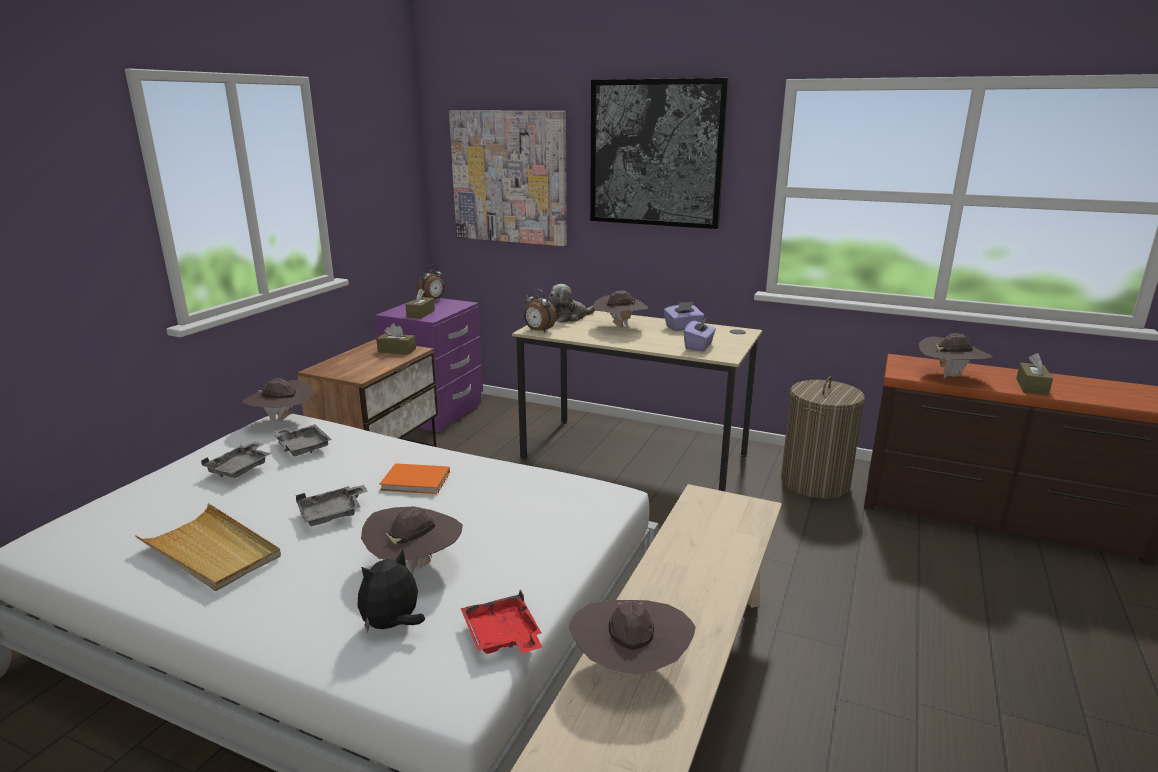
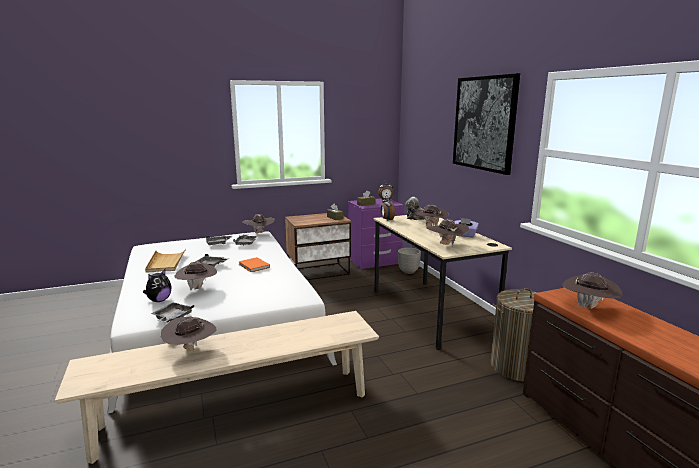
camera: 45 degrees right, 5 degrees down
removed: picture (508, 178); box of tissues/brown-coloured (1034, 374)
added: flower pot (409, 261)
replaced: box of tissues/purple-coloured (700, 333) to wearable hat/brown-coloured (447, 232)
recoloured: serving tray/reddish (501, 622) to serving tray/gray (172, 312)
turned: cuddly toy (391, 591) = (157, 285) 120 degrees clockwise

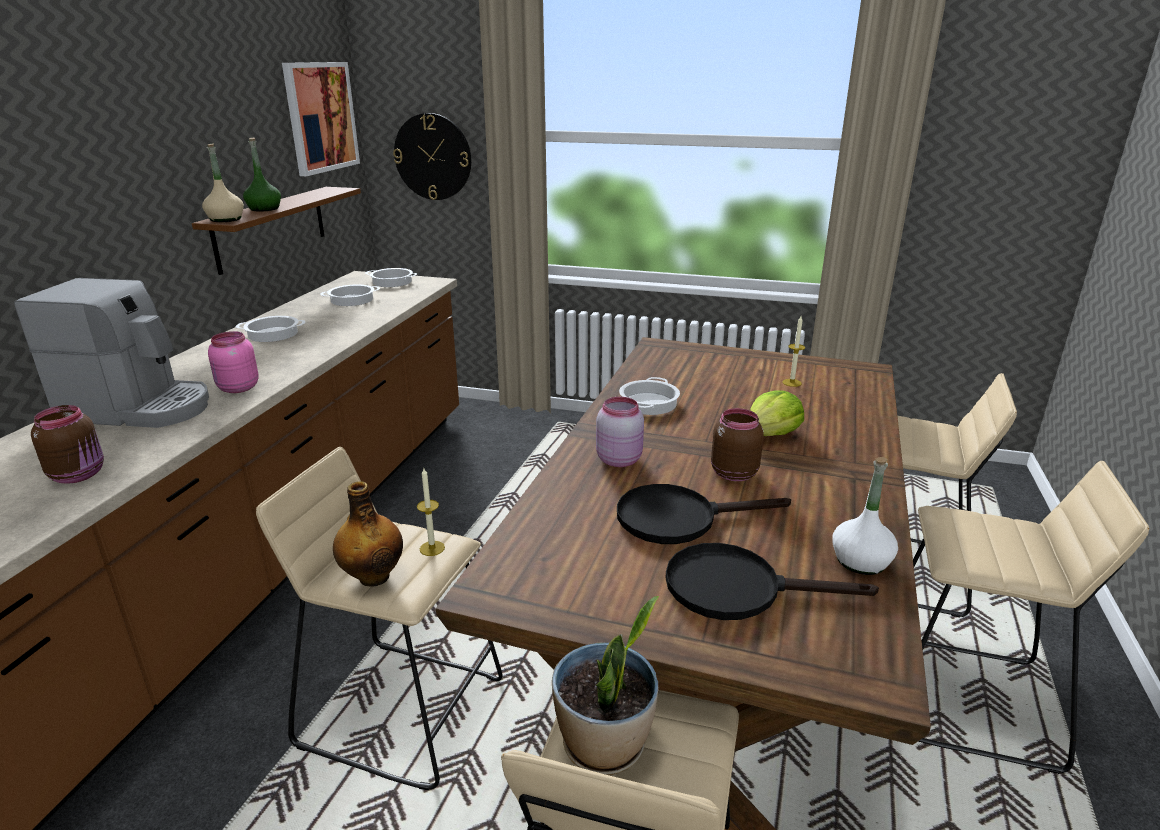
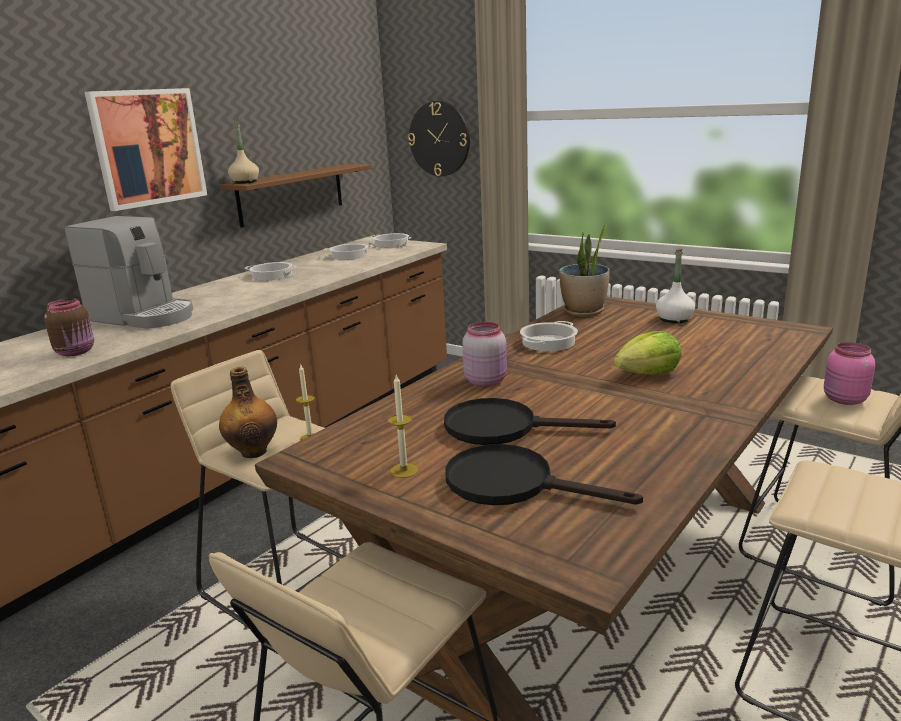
camera: 20 degrees right, 5 degrees down
removed: drink bottle/greenish (262, 175); jar/brown-coloured (737, 444)
moved: jar/pink-coloured (233, 362) to (849, 373); picture (321, 119) to (146, 149); houseplant (605, 685) to (584, 269); wax light (793, 351) to (403, 426); drink bottle/white (865, 516) to (675, 285)

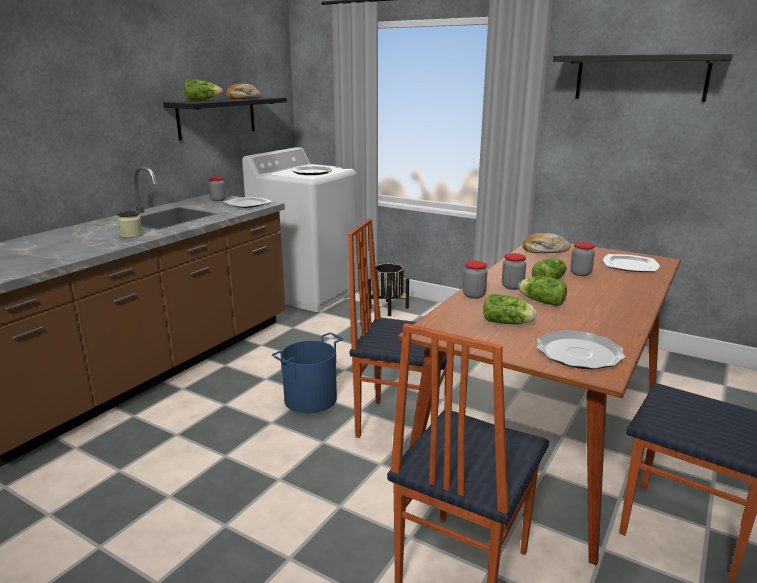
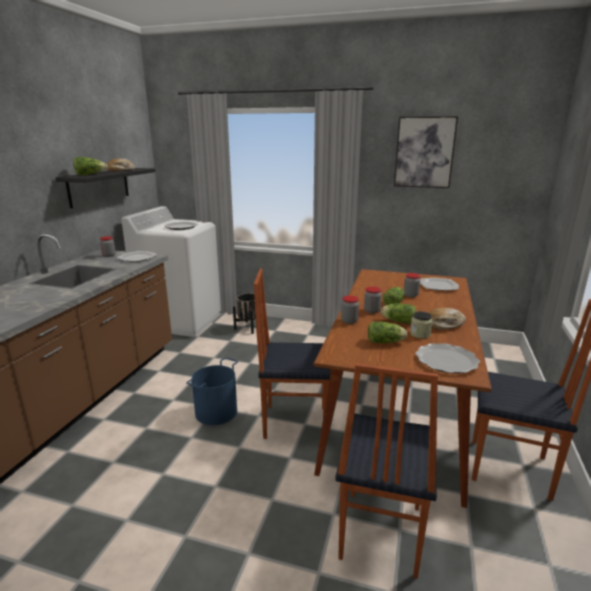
camera: 15 degrees left, 0 degrees up
moved: jar (130, 224) to (421, 325); bread (546, 243) to (447, 319)
replaced: wall shelf/black-coloured (643, 78) to picture (426, 152)

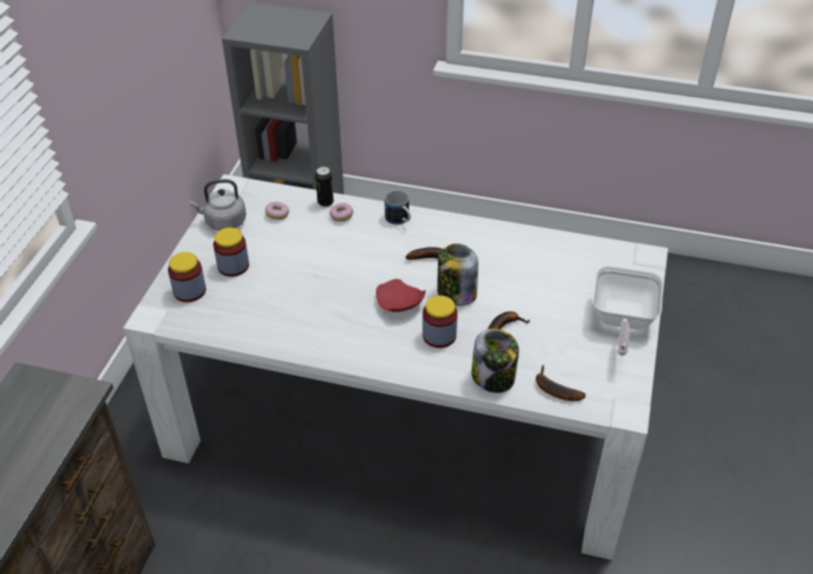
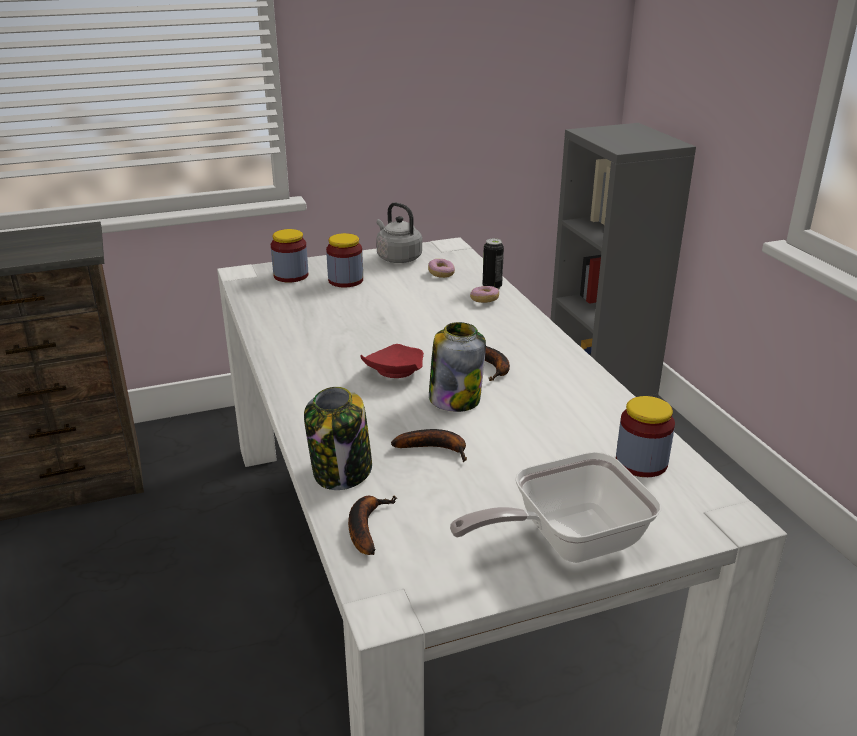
camera: 55 degrees right, 15 degrees down
removed: coffee mug (398, 207)
moved: jar (439, 321) to (645, 436)

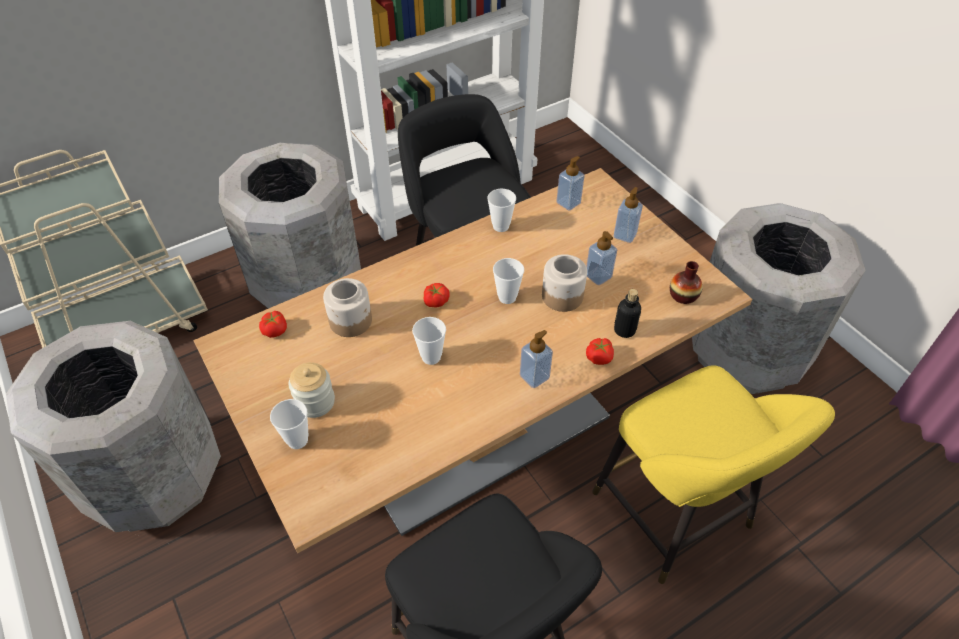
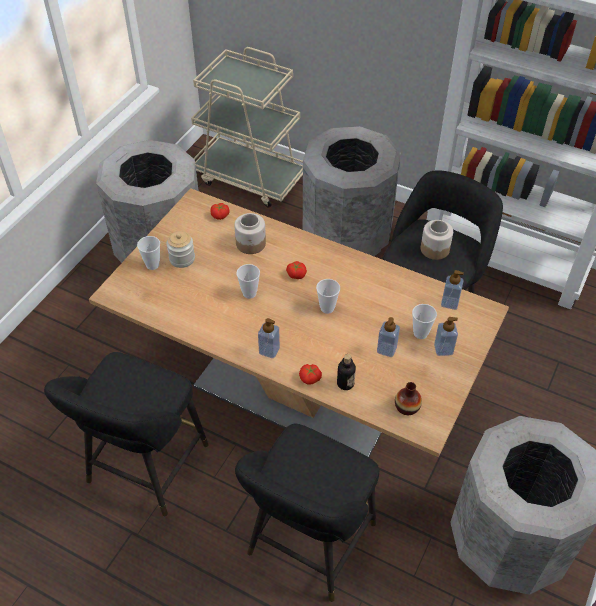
camera: 60 degrees right, 0 degrees up
moved: small cup (501, 210) to (424, 321); jar (564, 283) to (437, 240)
recoloured: sitting stool/yellow-coloured (713, 474) to sitting stool/black-coloured (307, 513)

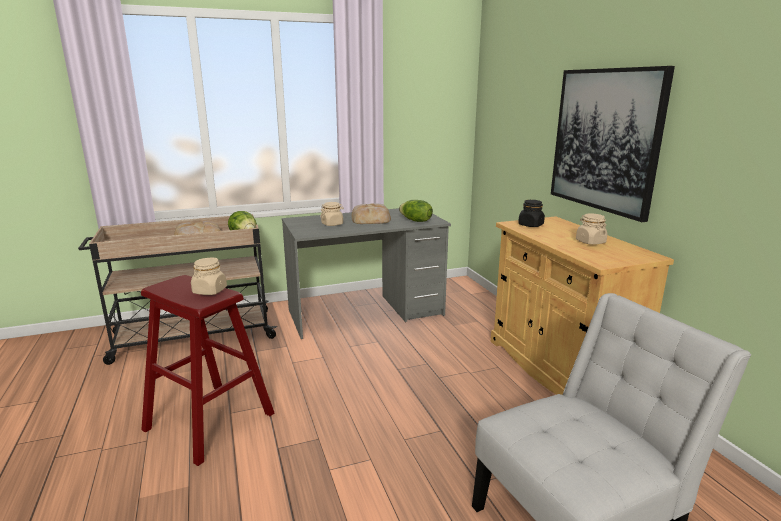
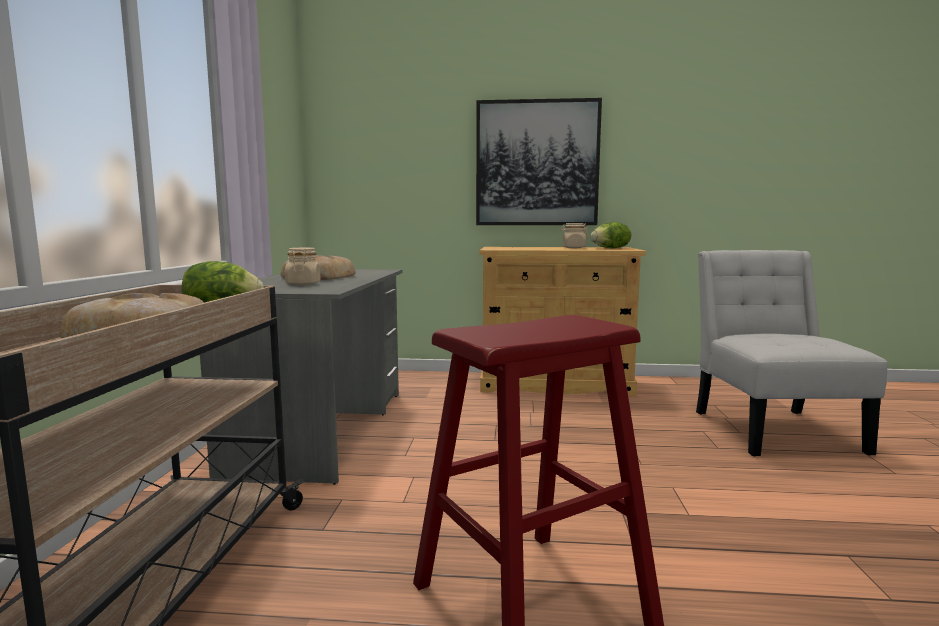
camera: 65 degrees left, 10 degrees down
removed: jar/sand-coloured (209, 276); jar/black-coloured (531, 213)
moved: head of lettuce (416, 211) to (610, 235)

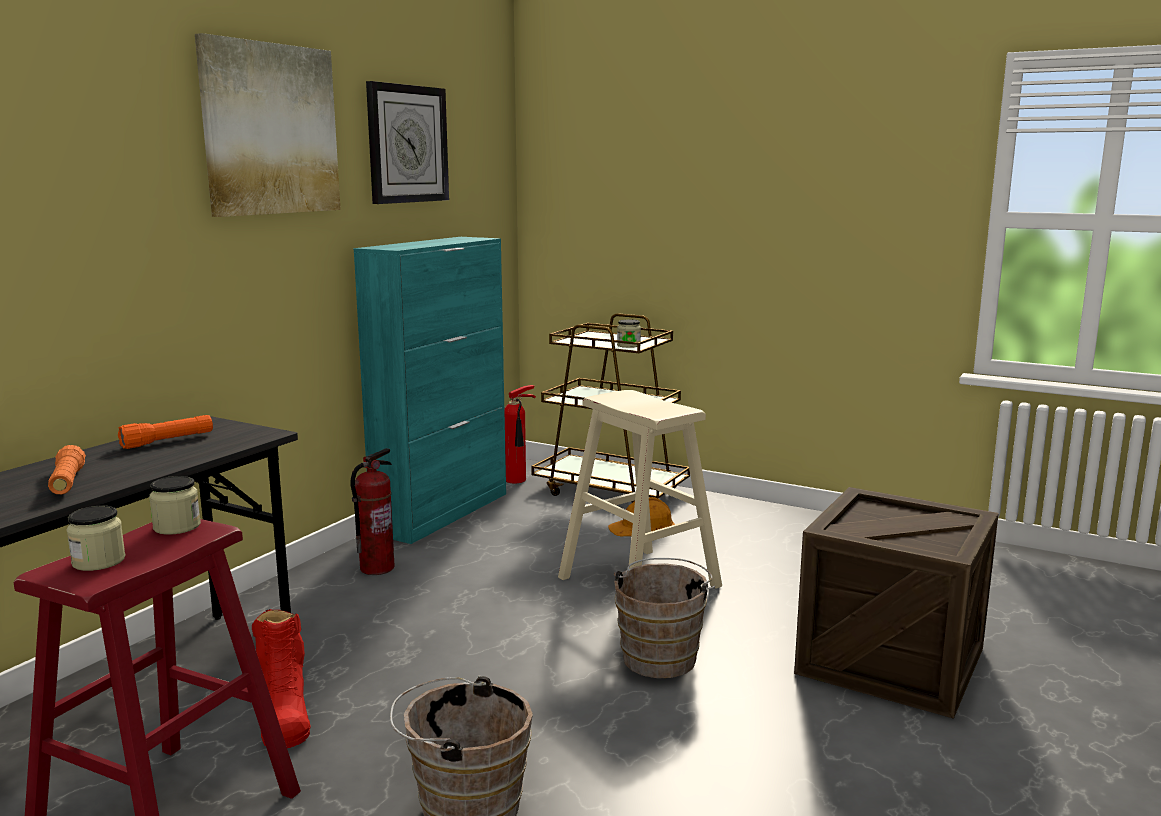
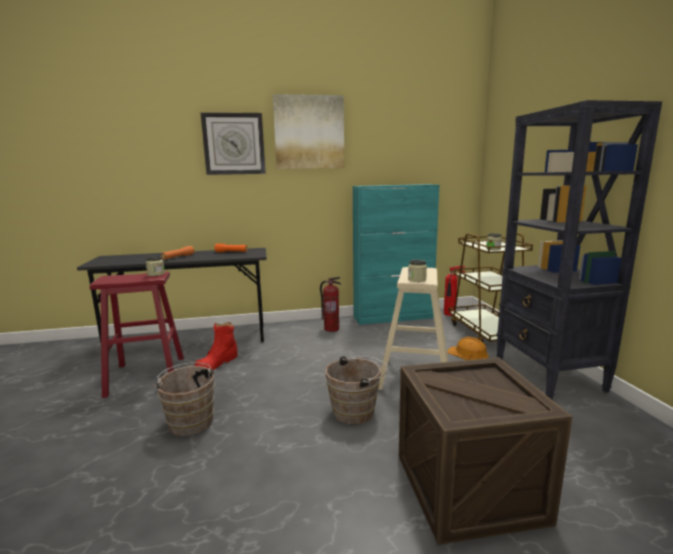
camera: 50 degrees right, 0 degrees up
added: bookshelf/black-coloured (579, 250)
moved: jar (96, 538) to (417, 271); clock on the wall (407, 142) to (233, 143)

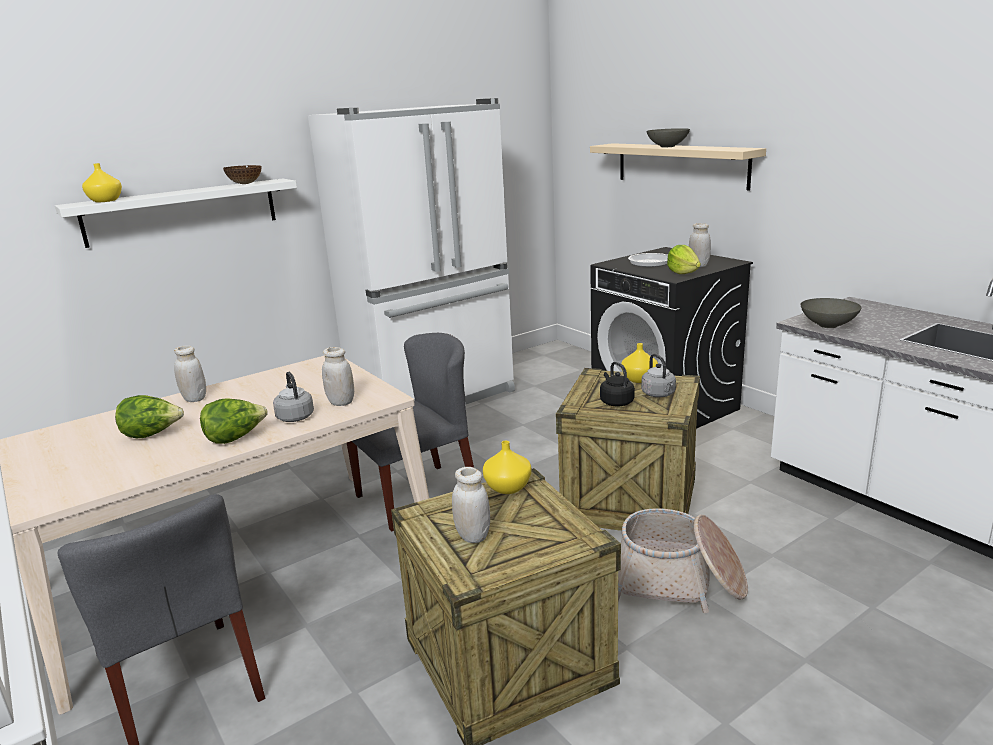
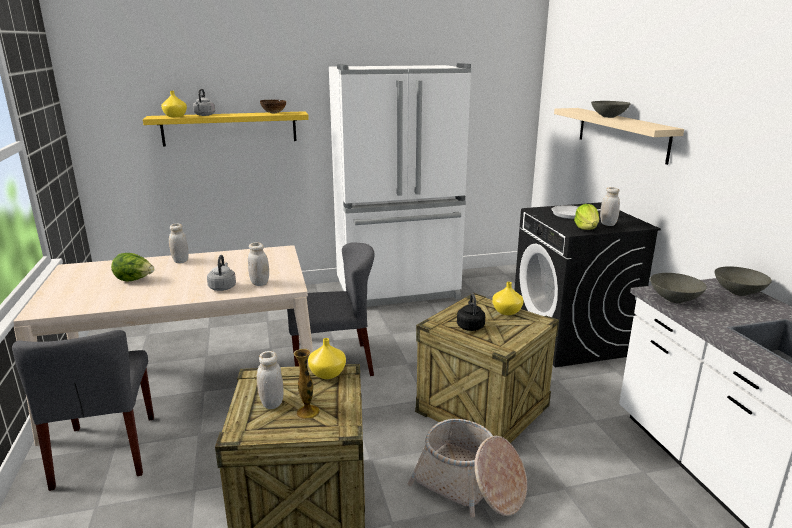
camera: 20 degrees right, 0 degrees up
removed: head of lettuce (234, 421)
added: flower vase (306, 384); serving bowl/gray (743, 281)
moved: tea kettle/gray (658, 375) to (204, 102)
recoloured: wall shelf/white (176, 213) to wall shelf/yellow-coloured (226, 128)

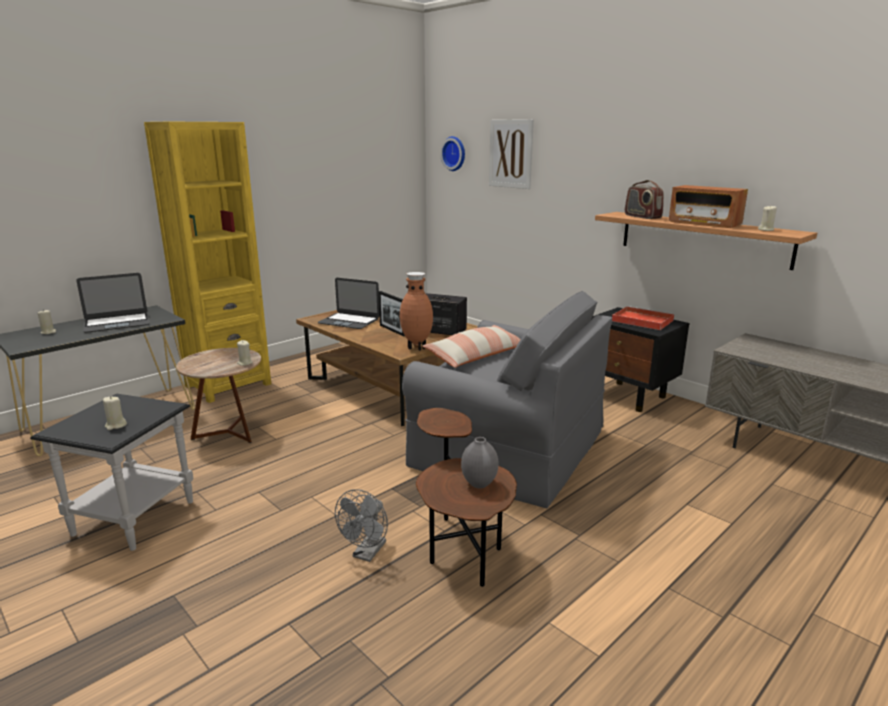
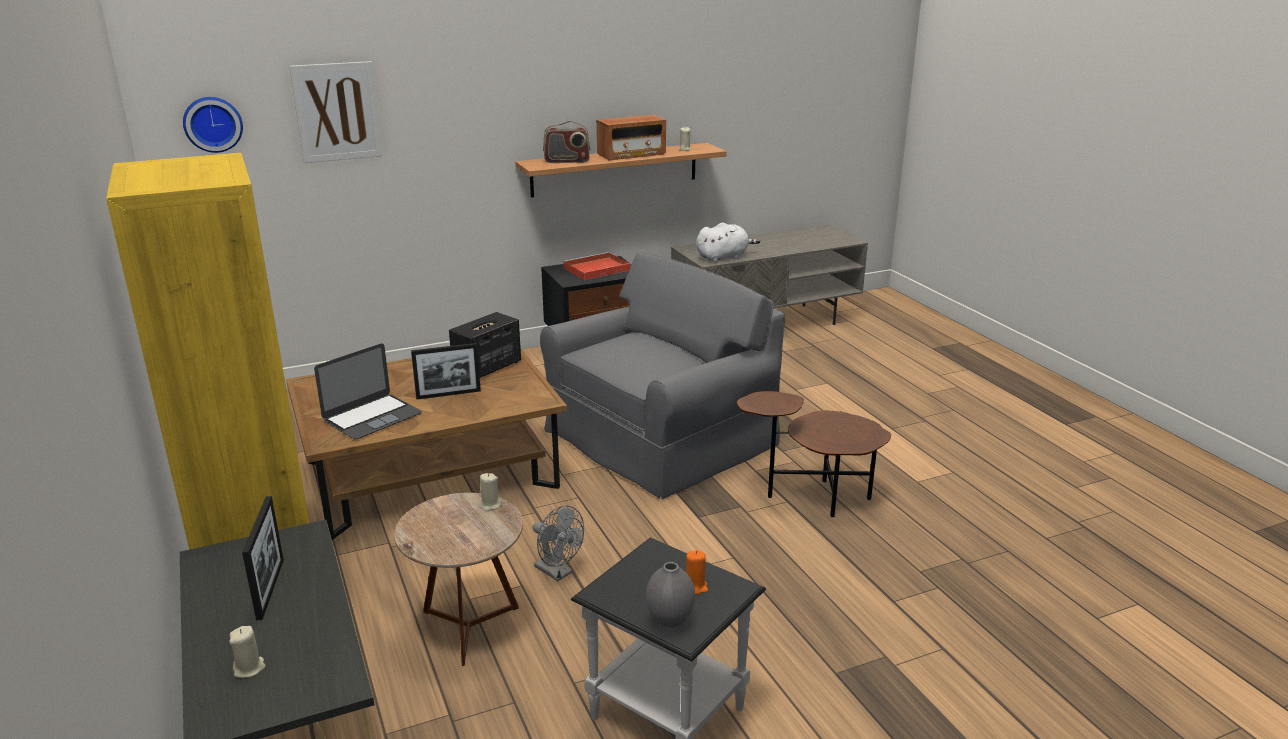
camera: 70 degrees left, 5 degrees up
removed: flower vase/brown-coloured (416, 311); pillow (471, 346)
added: cuddly toy/white (728, 242)
moved: cooling fan/gray (361, 525) to (558, 543); flower vase/gray (480, 462) to (670, 595)
replaced: portable computer (113, 303) to photo frame (263, 558)
recoloured: wax light/sand-coloured (115, 413) to wax light/orangey (697, 572)

